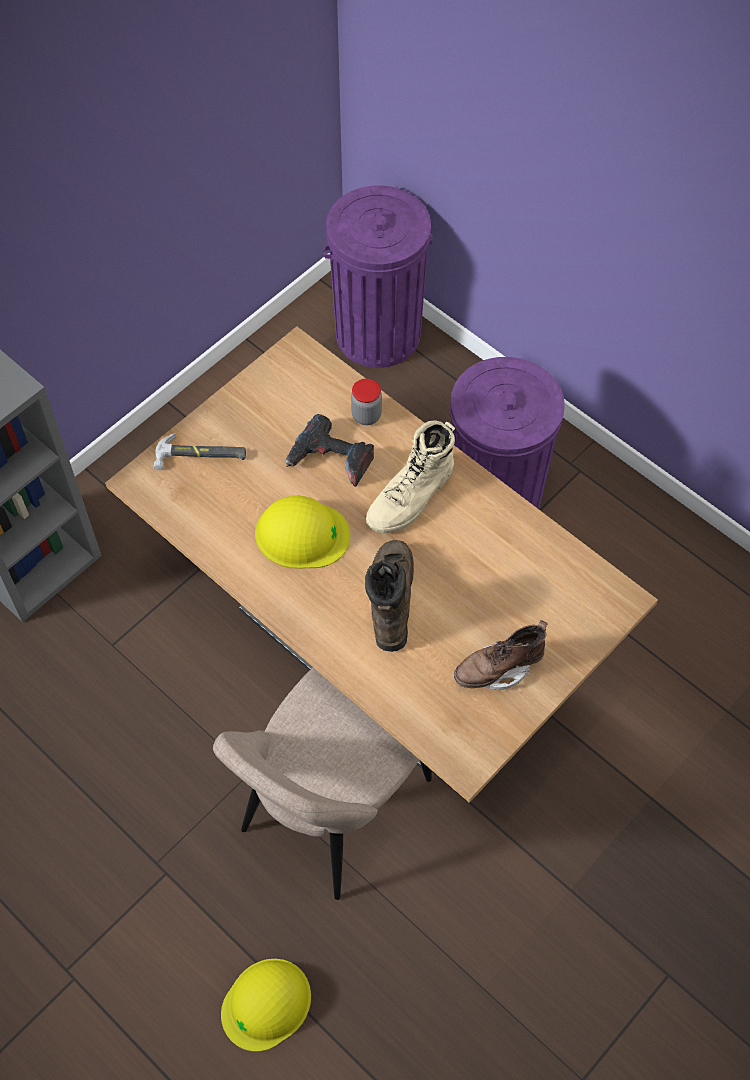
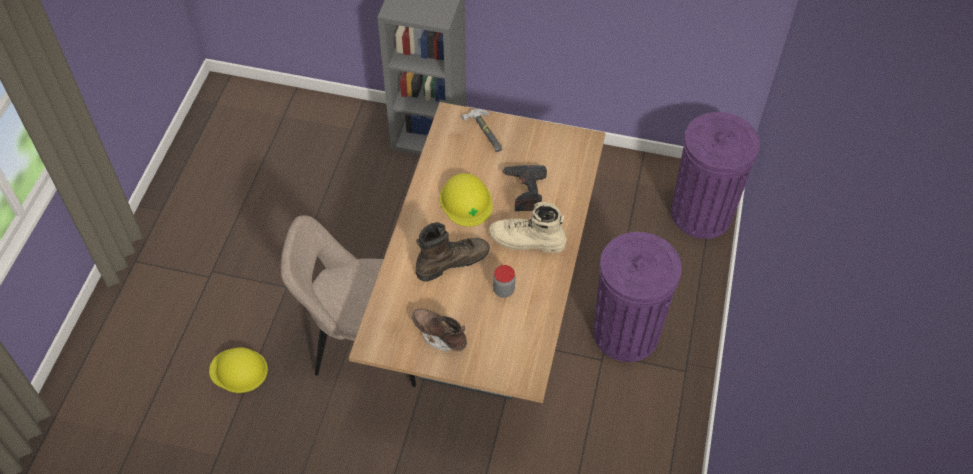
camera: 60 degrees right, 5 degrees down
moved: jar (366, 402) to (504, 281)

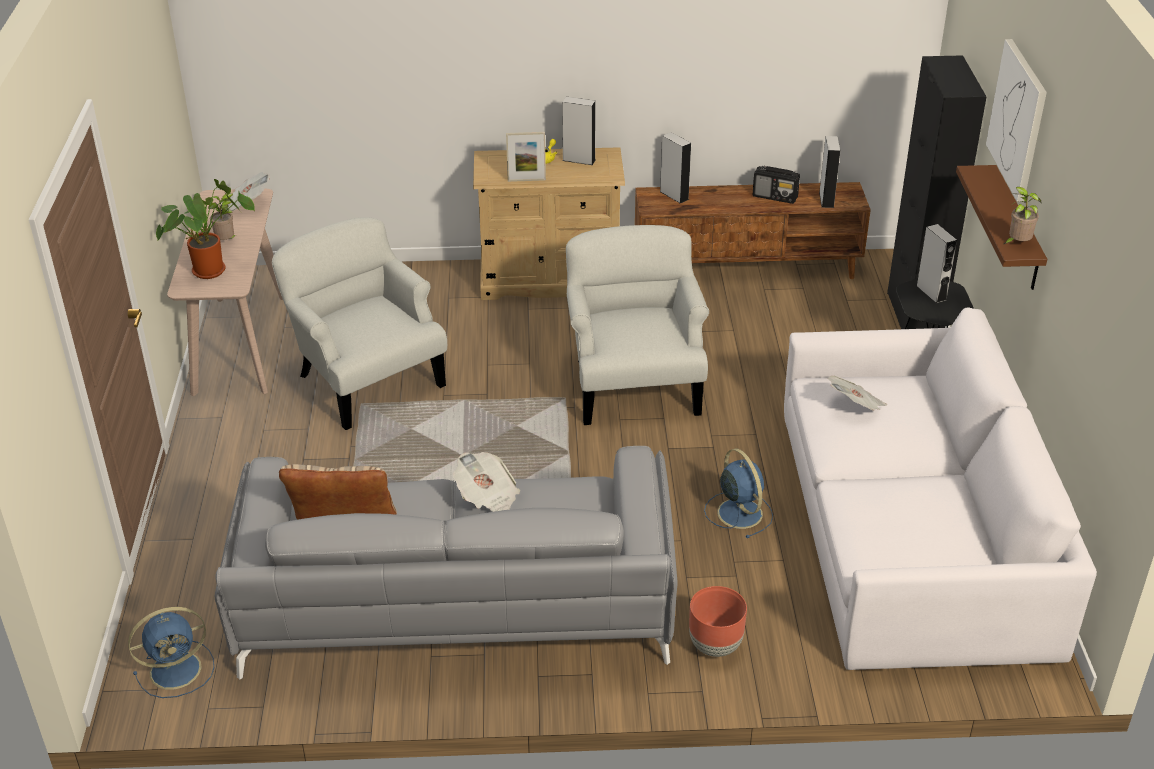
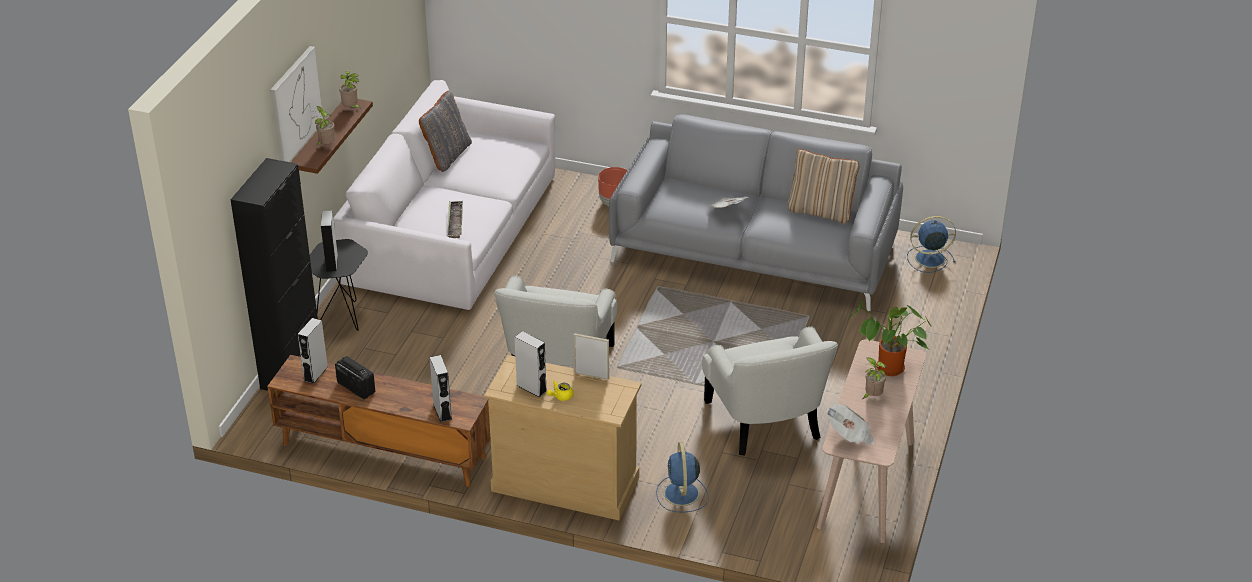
camera: 160 degrees left, 0 degrees up
added: houseplant (324, 125); pillow/gray (445, 131)
moved: cooling fan/bluish (738, 493) to (682, 477)
replaced: printed paper (857, 393) to serving tray (455, 219)

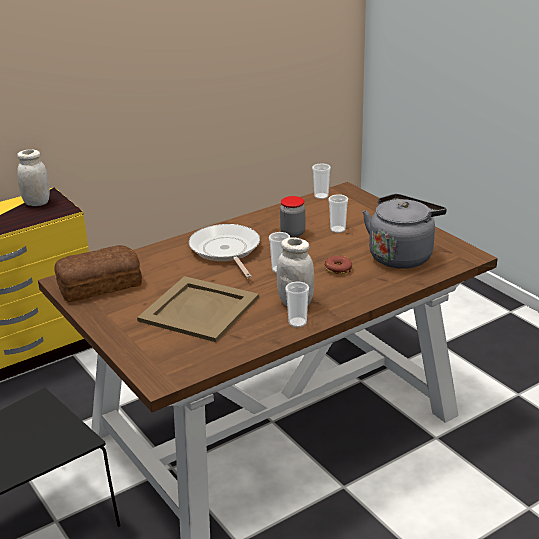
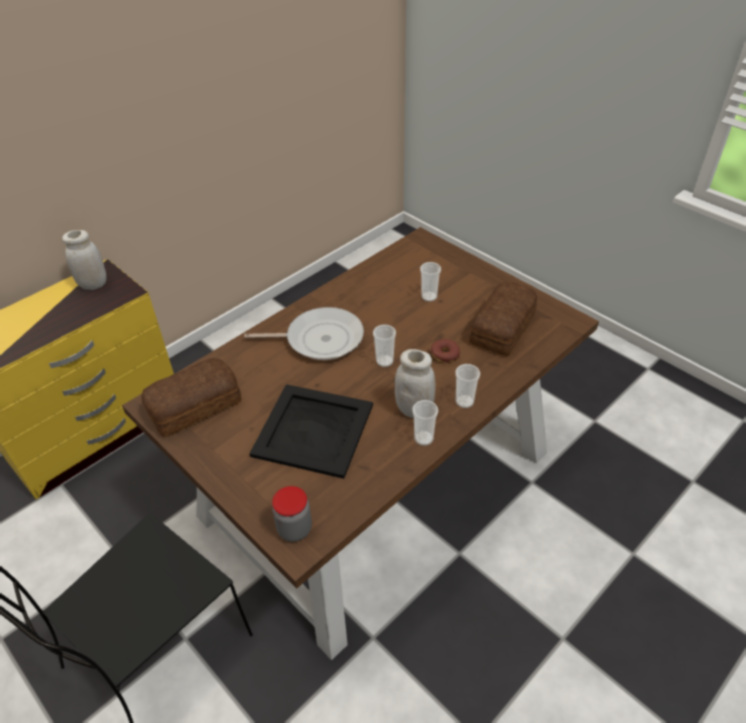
camera: 10 degrees left, 15 degrees up
moved: jar (292, 216) to (292, 514); small cup (321, 181) to (467, 386)
replaced: tea kettle/gray (405, 231) to bread (503, 319)
recoloured: serving tray/sand-coloured (198, 309) to serving tray/black-coloured (311, 431)
turned: skillet (224, 251) = (304, 333) 120 degrees clockwise

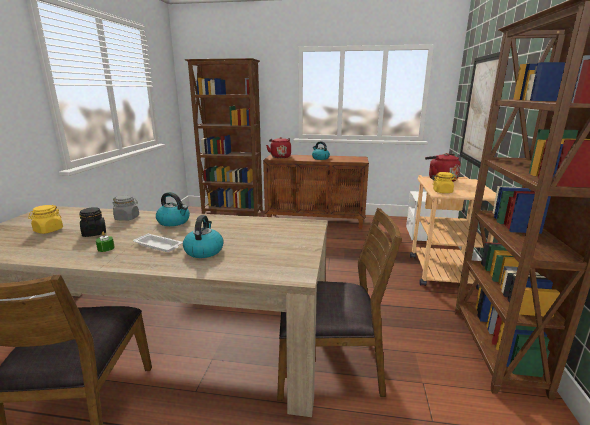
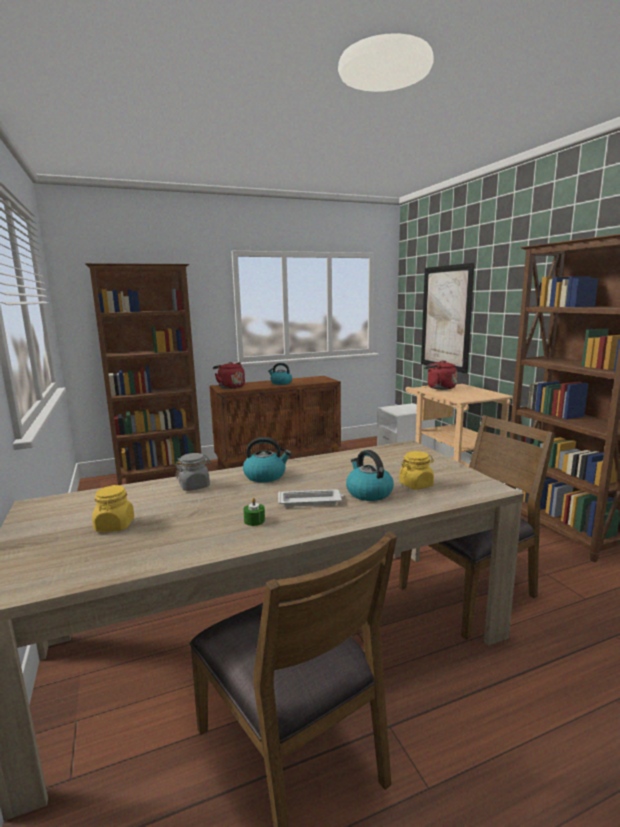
camera: 30 degrees left, 5 degrees down
removed: jar/black-coloured (92, 222)
moved: jar/yellow-coloured (444, 182) to (416, 470)

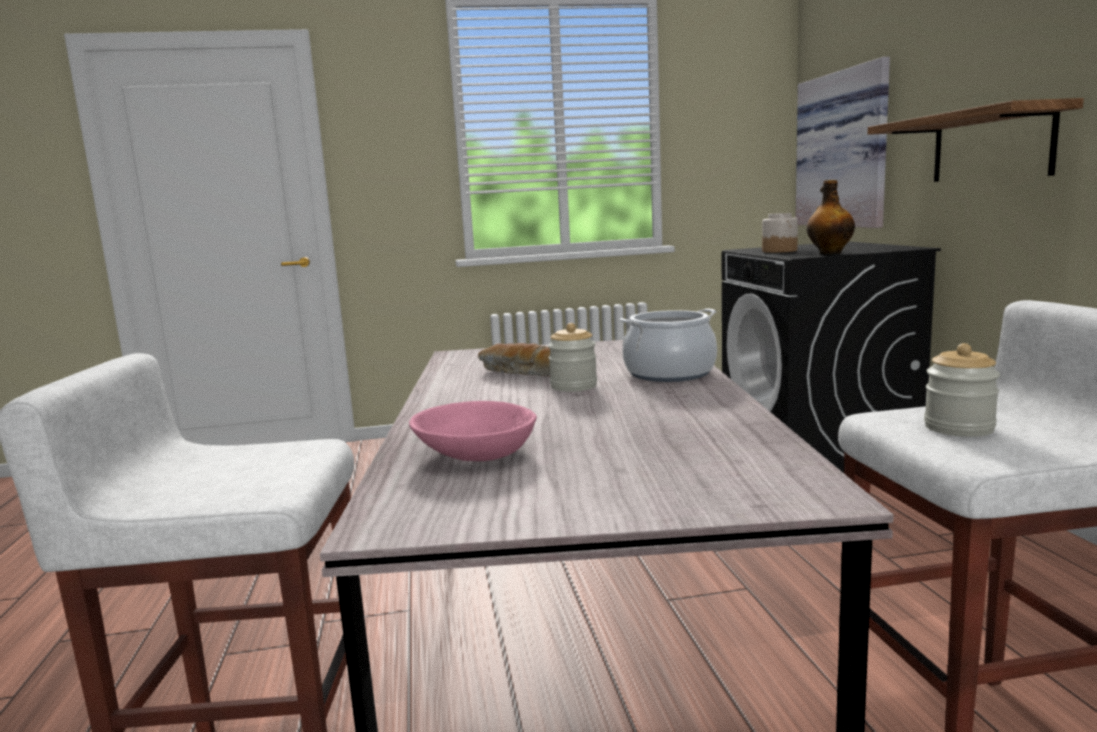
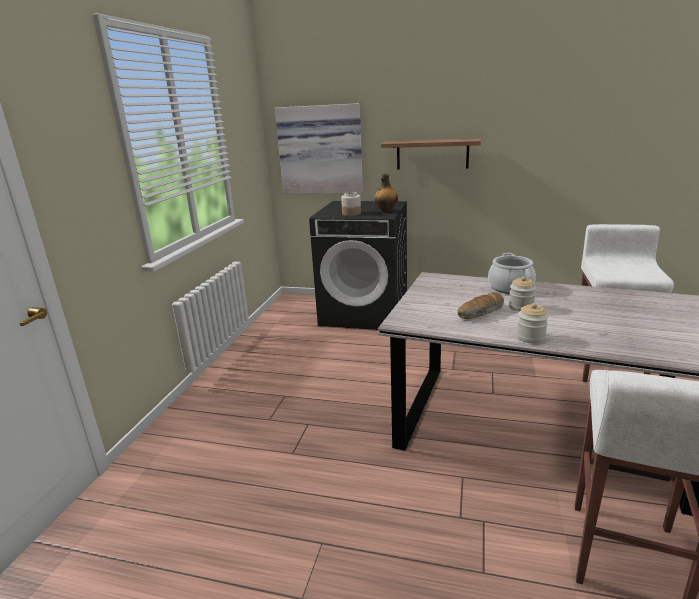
camera: 65 degrees left, 10 degrees up
removed: serving bowl/pink-coloured (473, 431)
moved: jar (962, 390) to (532, 323)

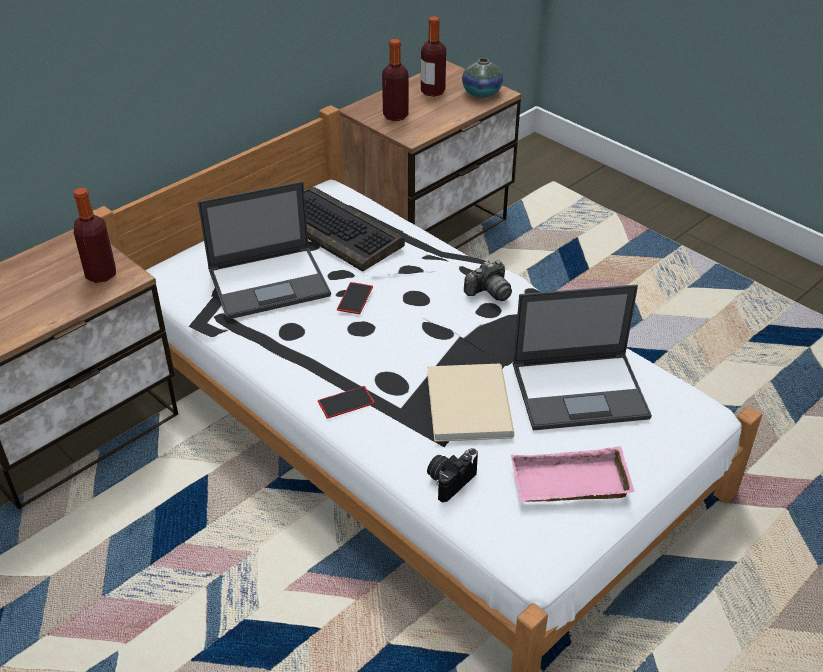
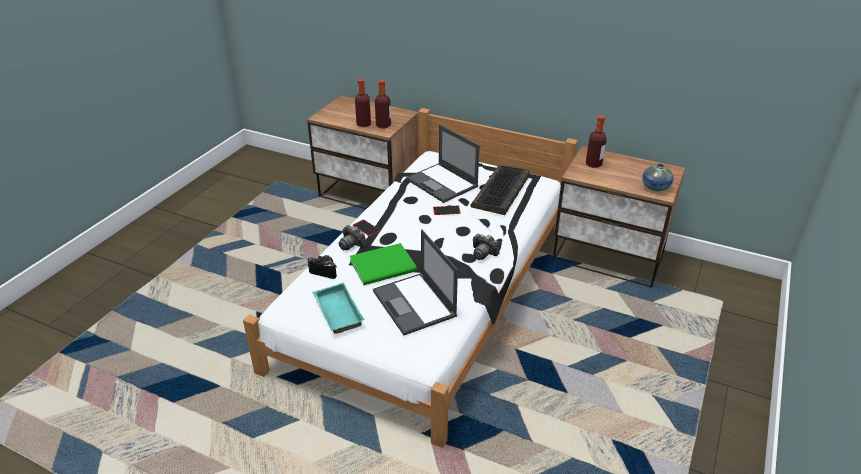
camera: 70 degrees right, 5 degrees down
added: photo camera (352, 237)
moved: drink bottle (433, 56) to (363, 103)
recoloured: volume/sand-coloured (470, 403) to volume/greenish (383, 264); serving tray/pink-coloured (573, 474) to serving tray/turquoise-coloured (338, 308)

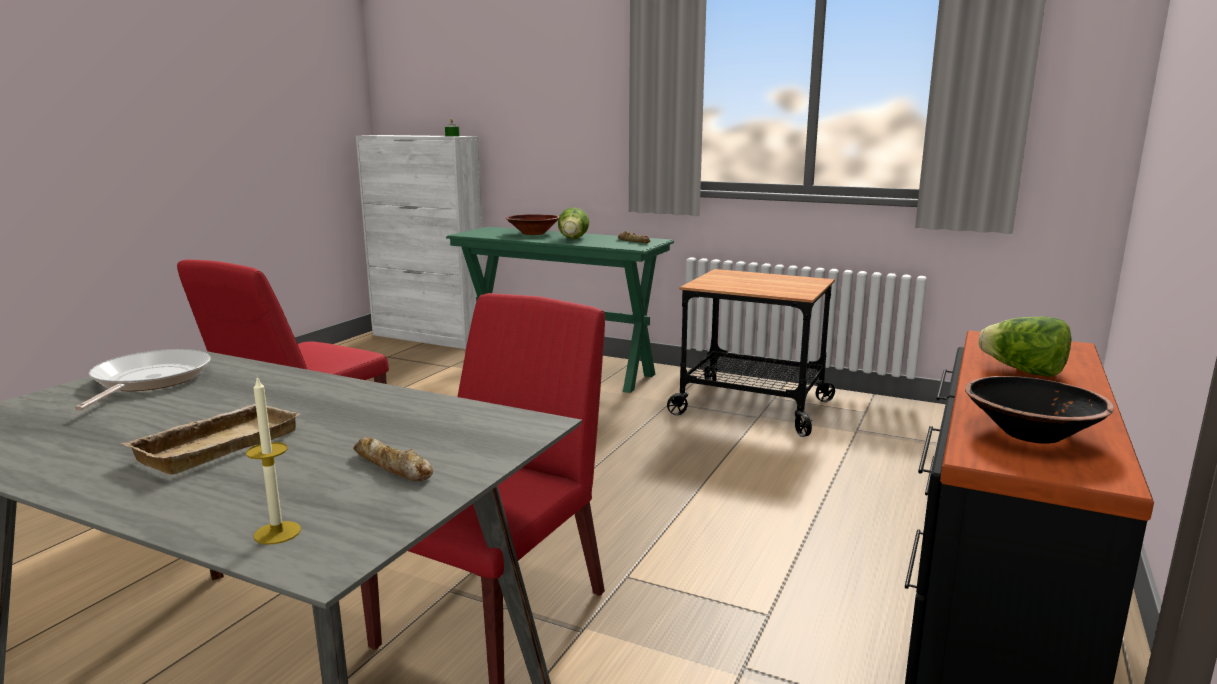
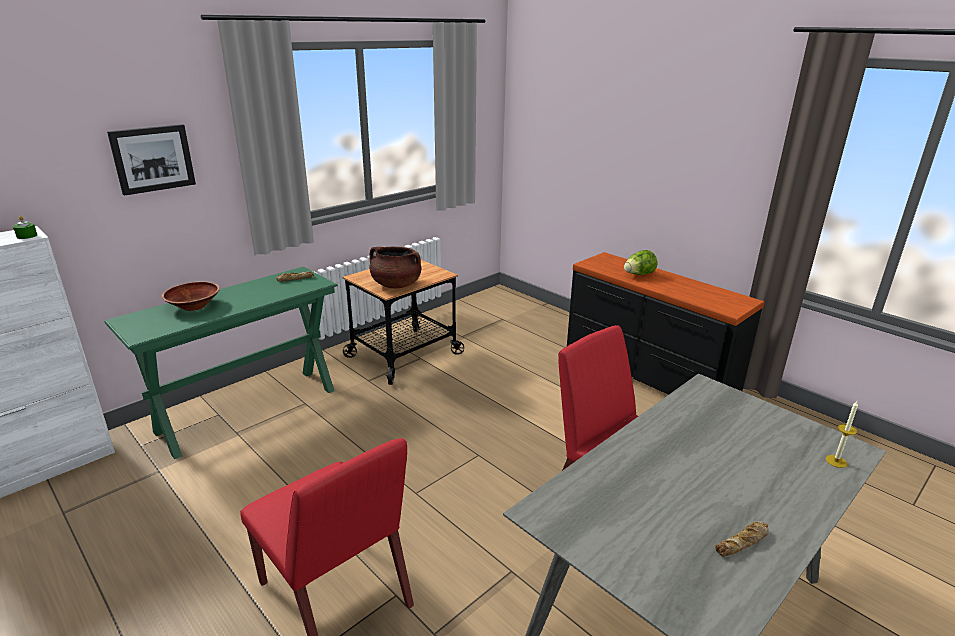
camera: 70 degrees left, 10 degrees up
removed: skillet (142, 380); serving tray/sand-coloured (211, 439); head of lettuce (573, 223); serving bowl/black-coloured (1039, 410)
added: picture (151, 160); saucepot/brown-coloured (395, 267)
moved: bread (393, 459) to (742, 539)

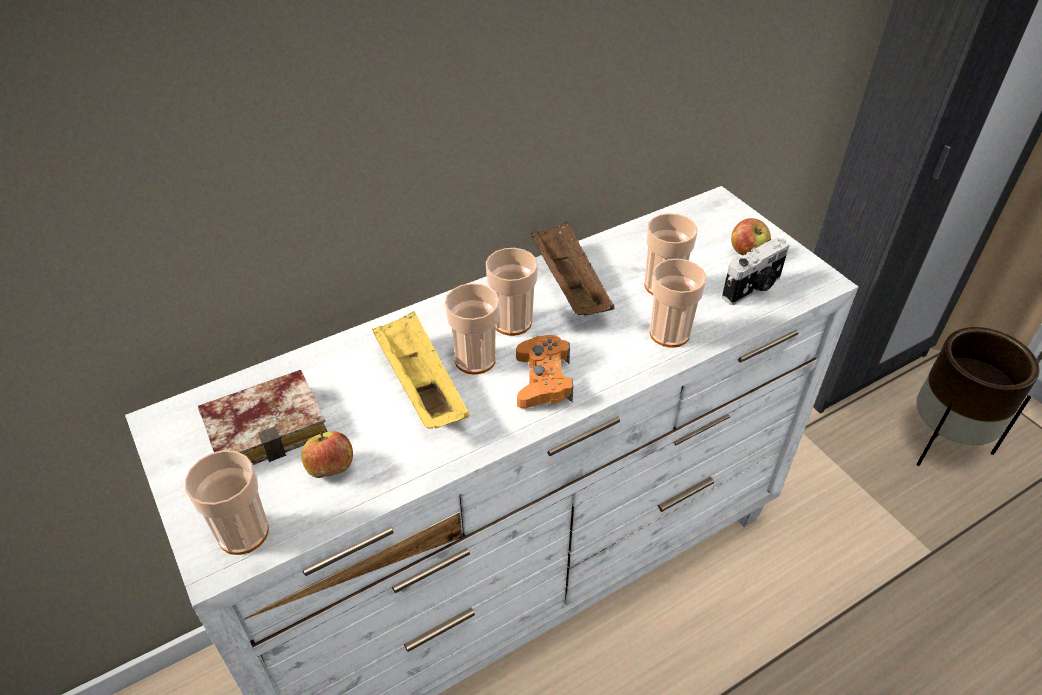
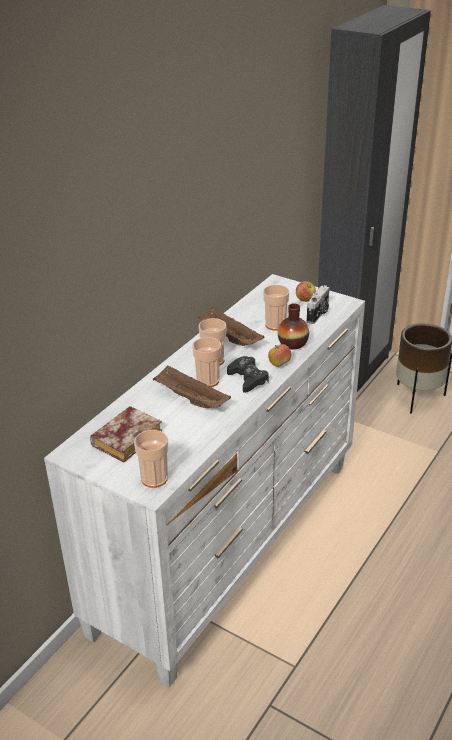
camera: 25 degrees left, 10 degrees down
moved: whole apple (327, 454) to (279, 355)
replaced: small cup (678, 303) to flower vase (293, 326)
recoloured: serving tray/yellow-coloured (421, 370) to serving tray/brown-coloured (192, 386); gamepad/orangey (544, 371) to gamepad/black-coloured (248, 374)

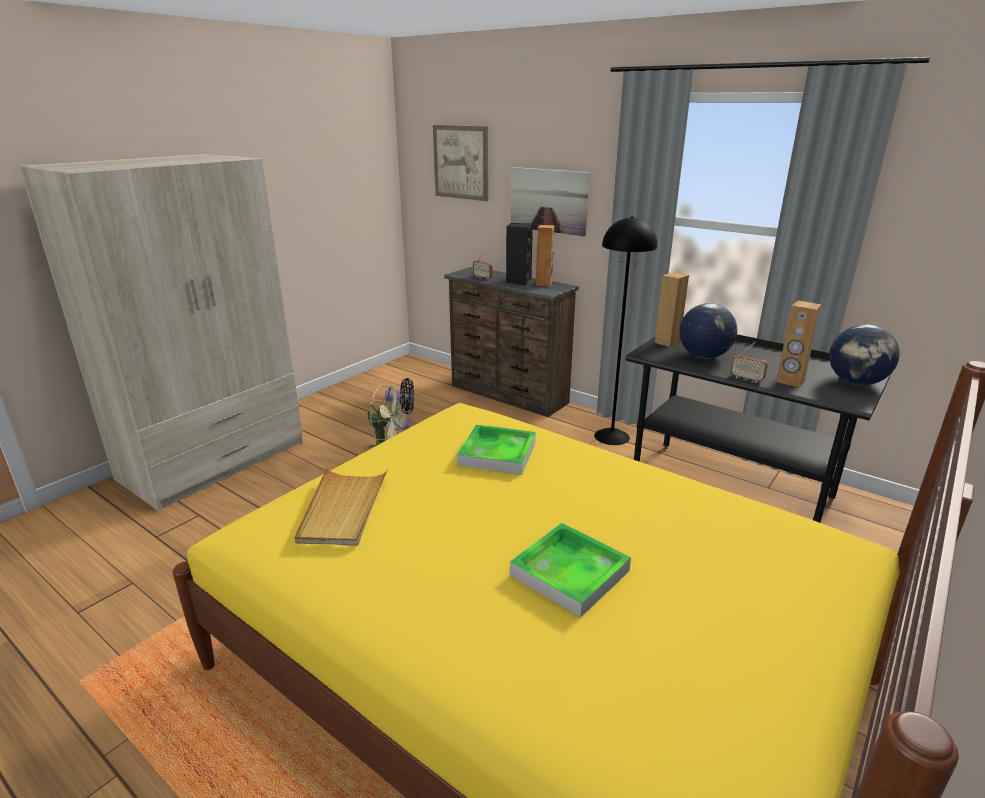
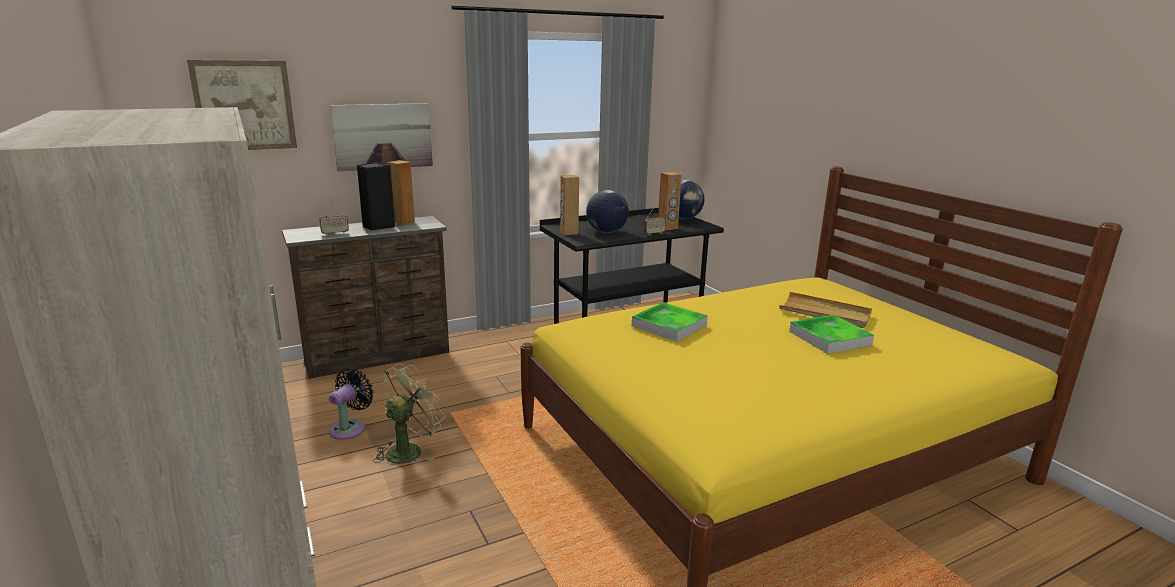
camera: 65 degrees left, 5 degrees down
removed: standard lamp/black-coloured (626, 330)
moved: serving tray/sand-coloured (341, 506) to (825, 310)

